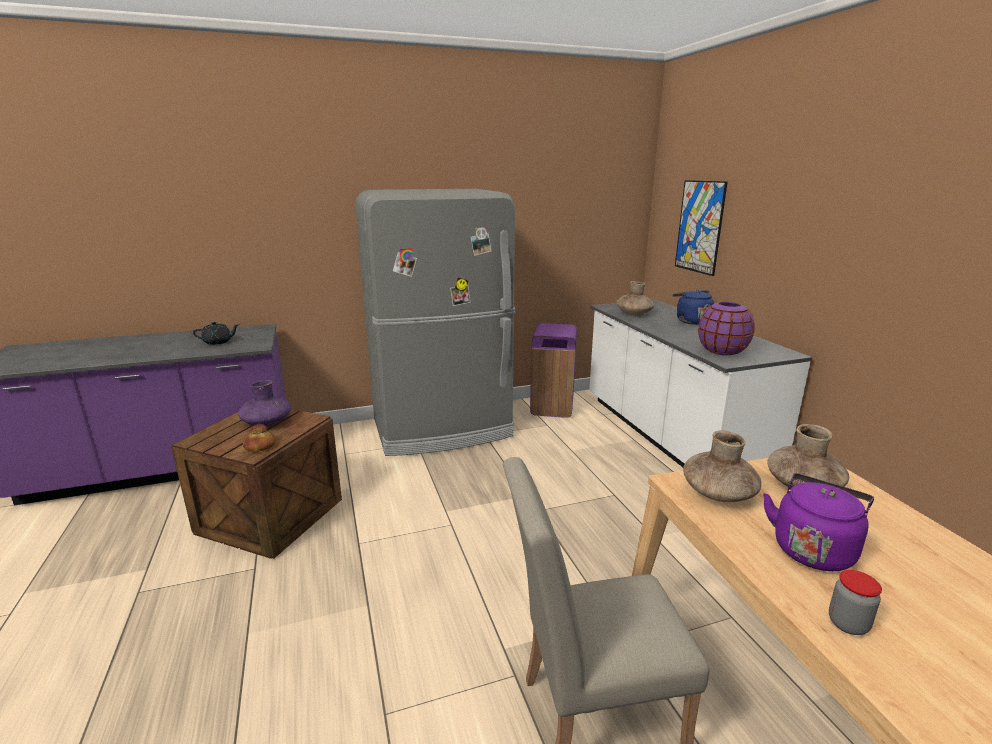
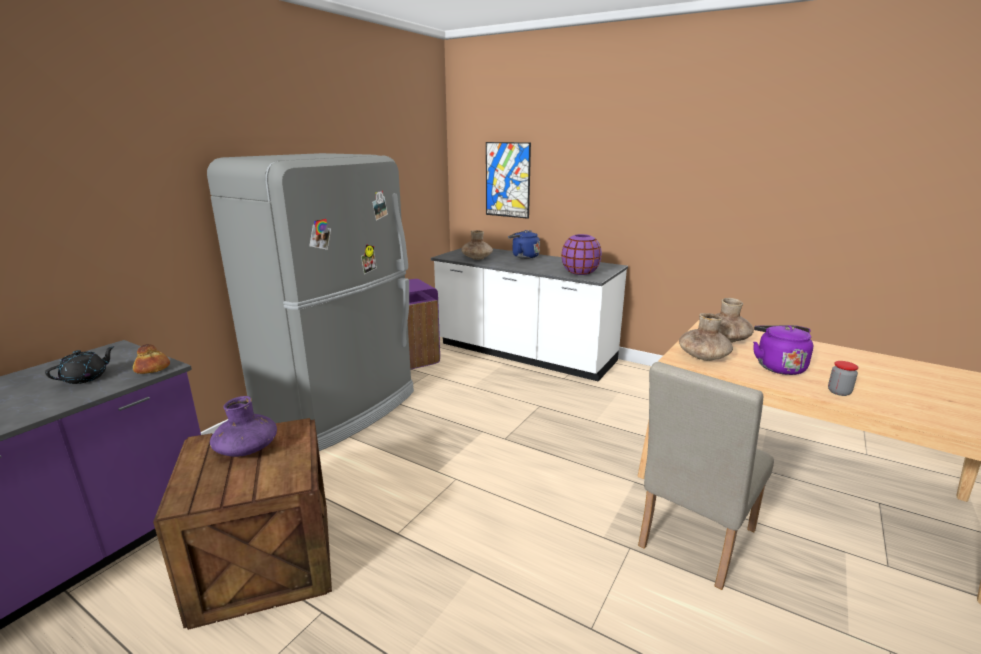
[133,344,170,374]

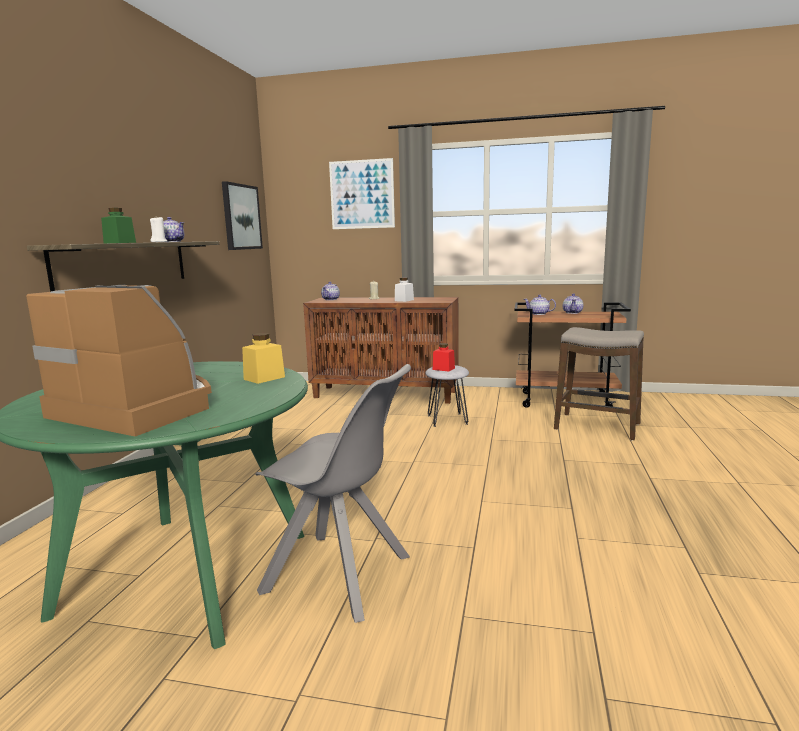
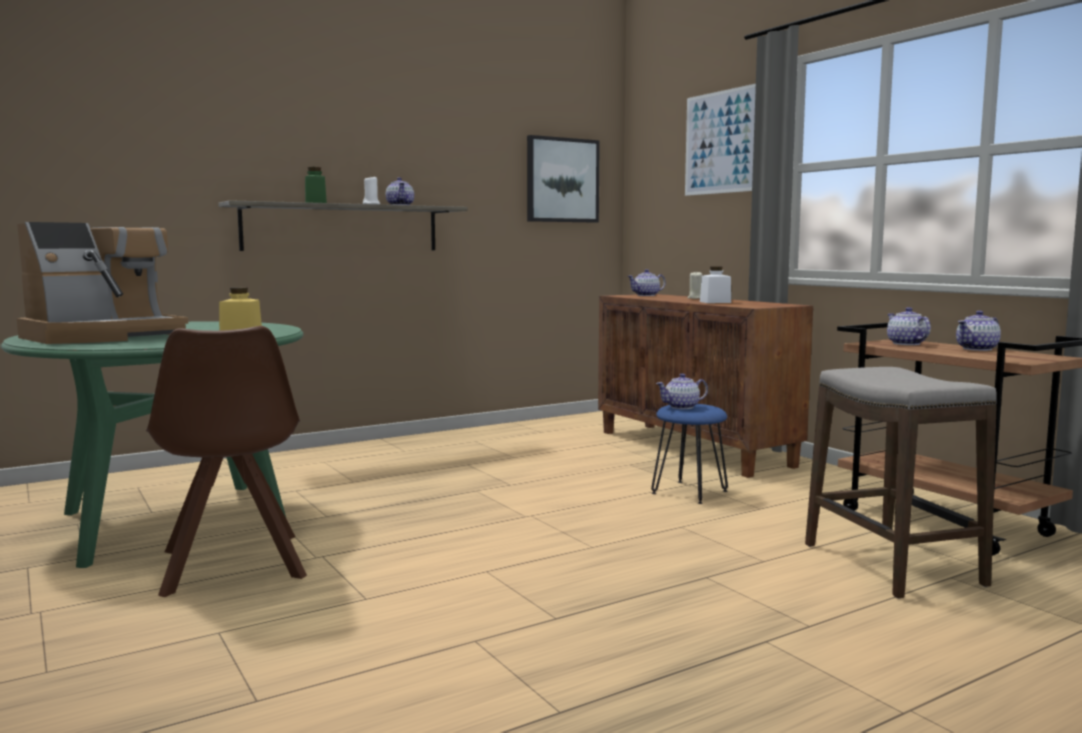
[17,222,188,344]
[656,373,708,409]
[146,326,307,597]
[651,404,728,504]

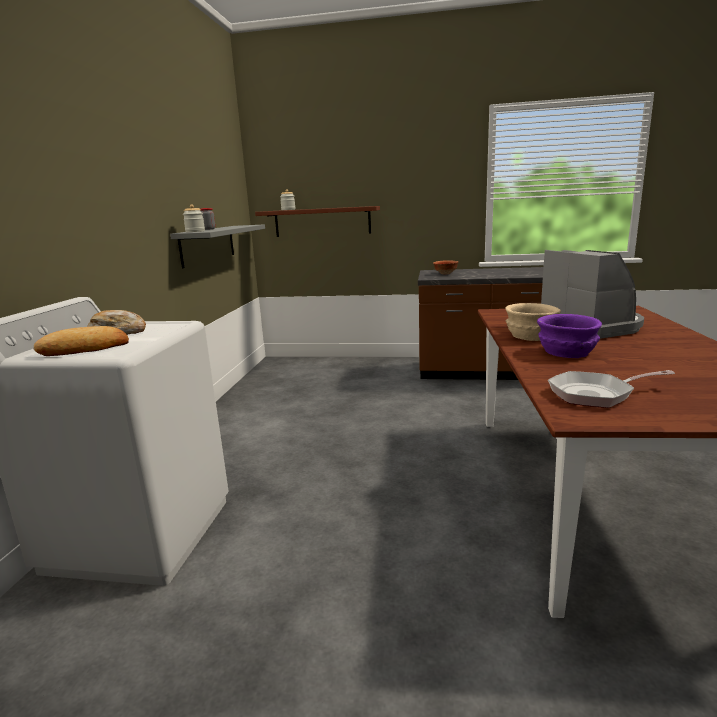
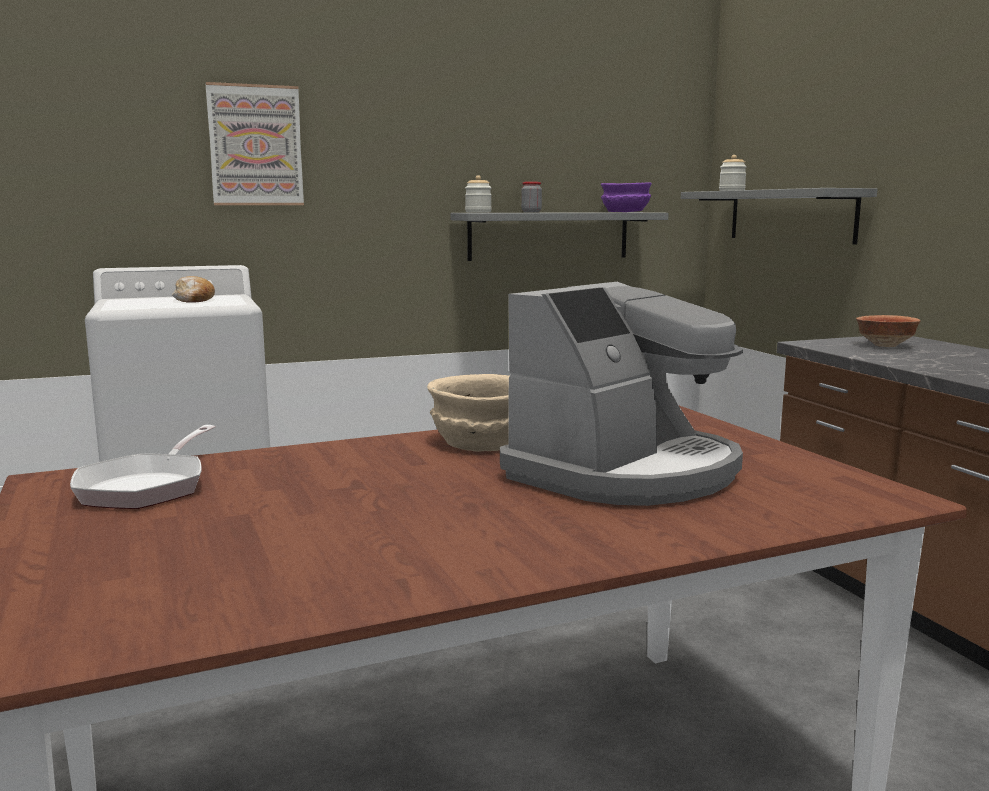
[681,188,877,245]
[601,183,652,212]
[33,326,129,356] (first image)
[70,425,216,509]
[206,82,304,205]

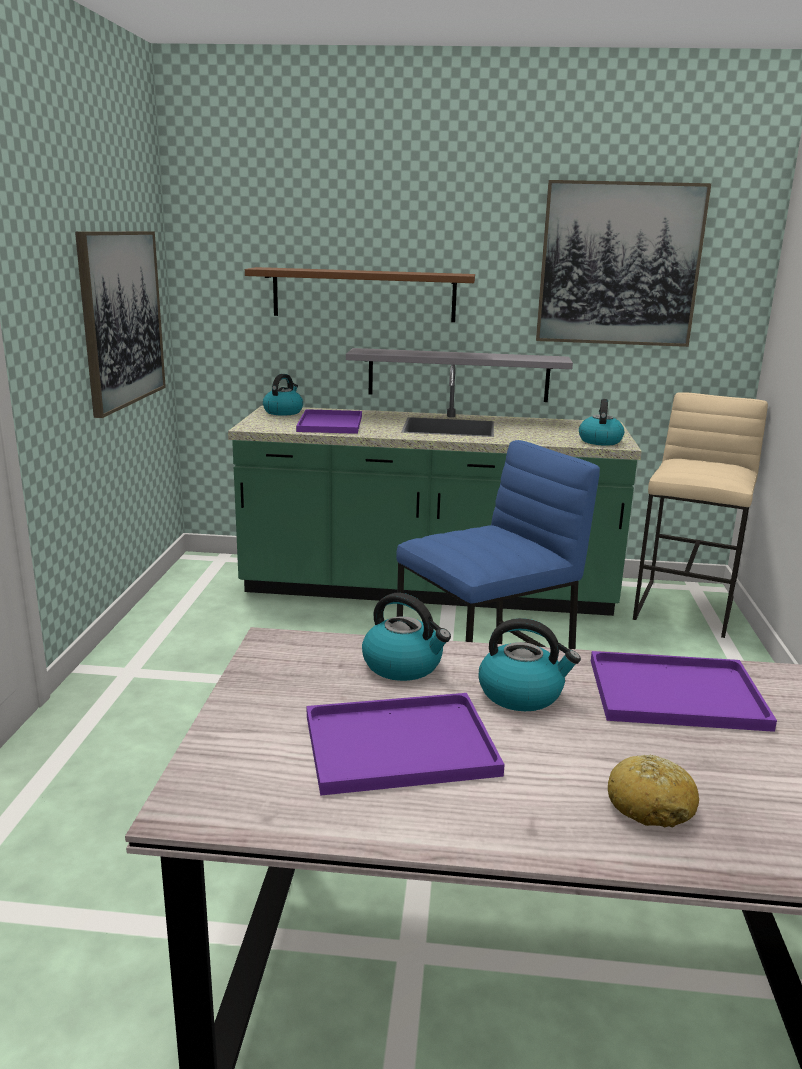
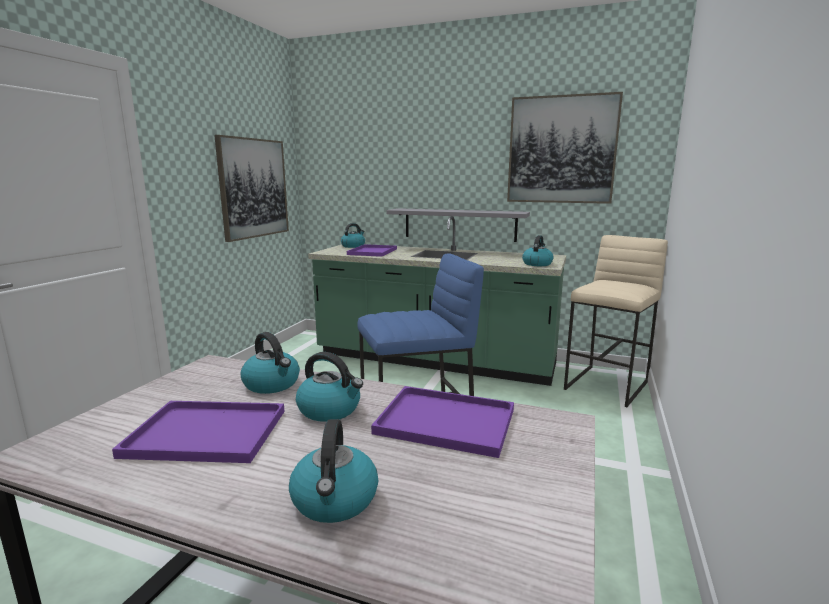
[245,267,475,322] (first image)
[289,419,378,523]

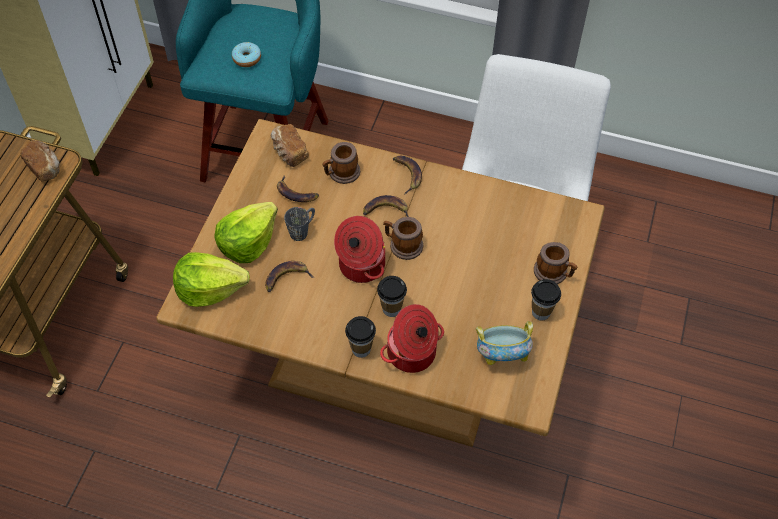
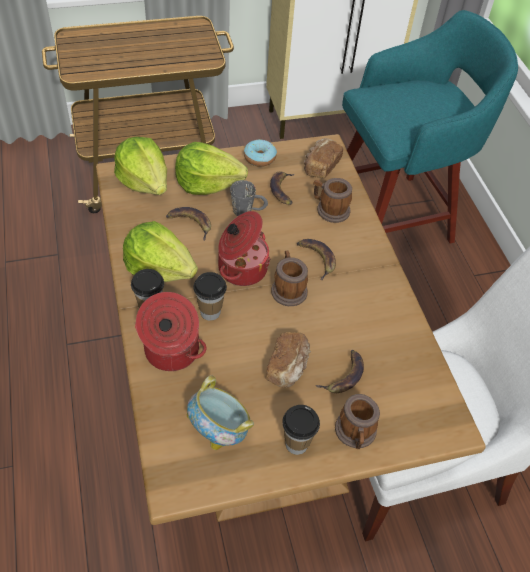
[244,139,277,167]
[266,332,311,388]
[315,350,364,393]
[123,221,198,282]

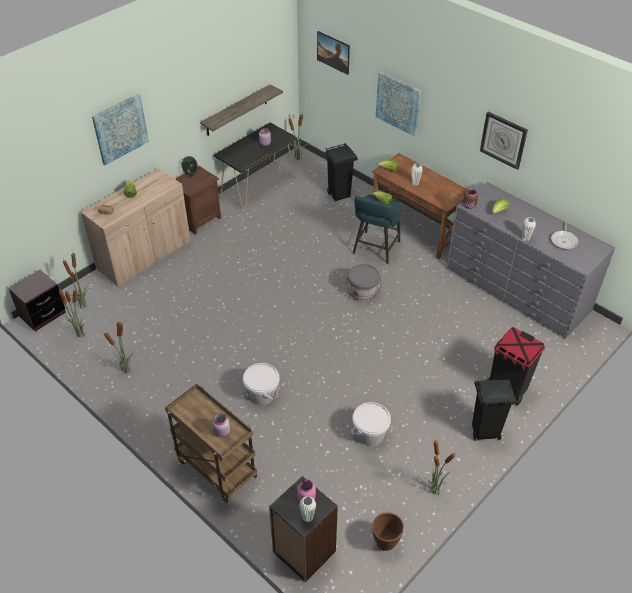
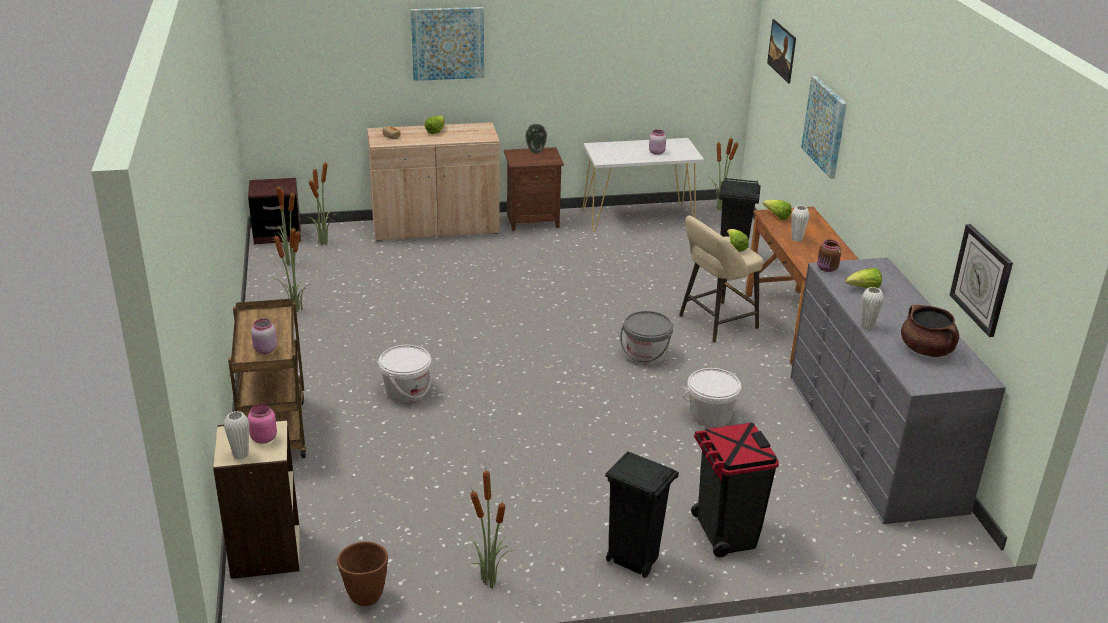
[200,84,283,136] (first image)
[950,224,1013,337]
[582,138,704,231]
[679,216,763,343]
[901,305,959,357]
[683,368,741,428]
[213,419,300,579]

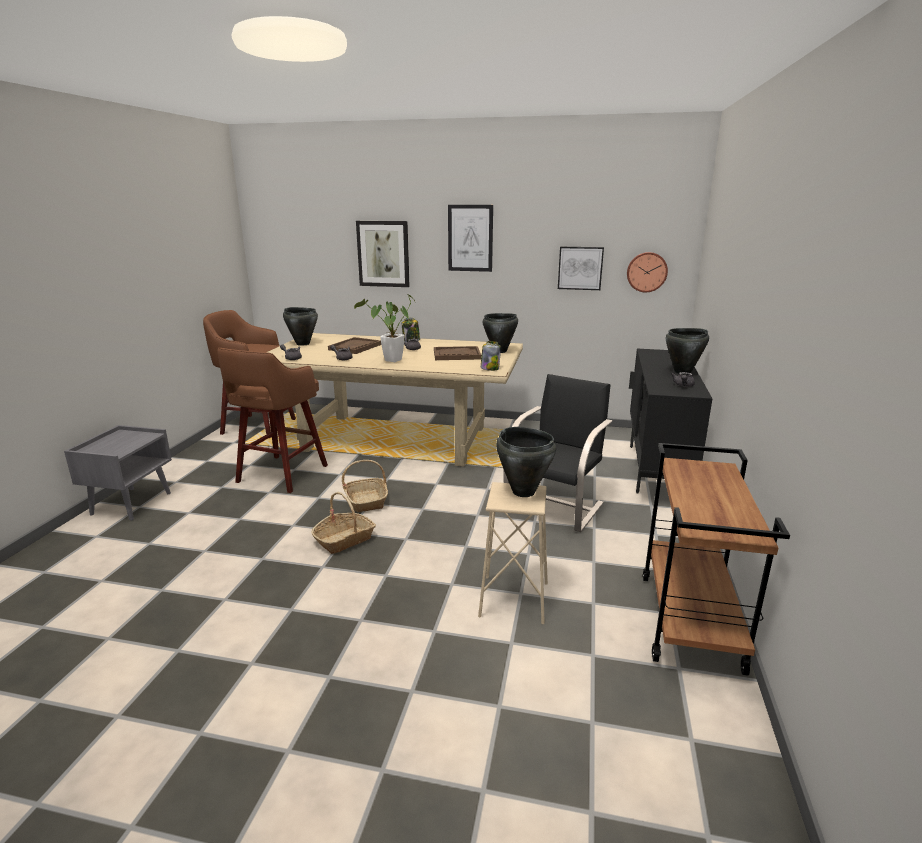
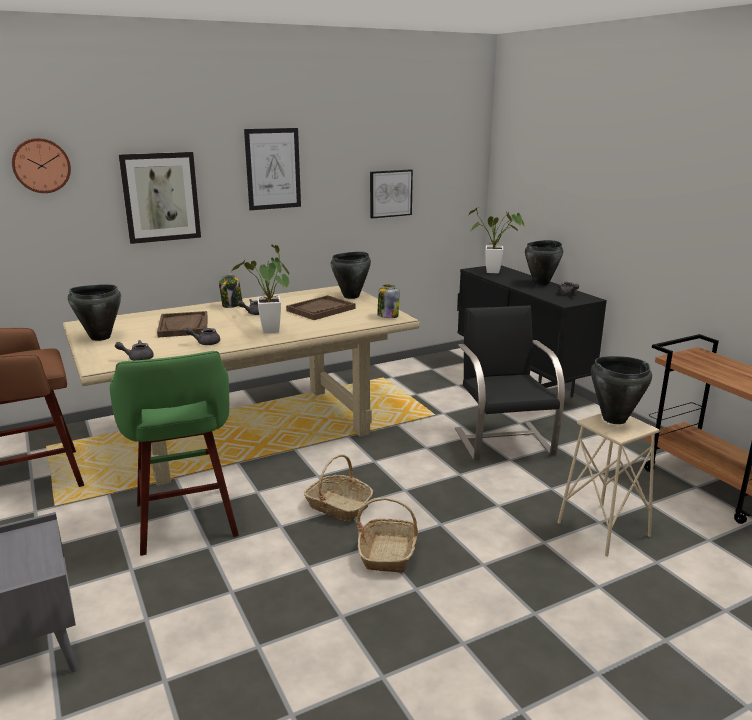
[12,138,71,193]
[110,351,239,556]
[469,207,525,273]

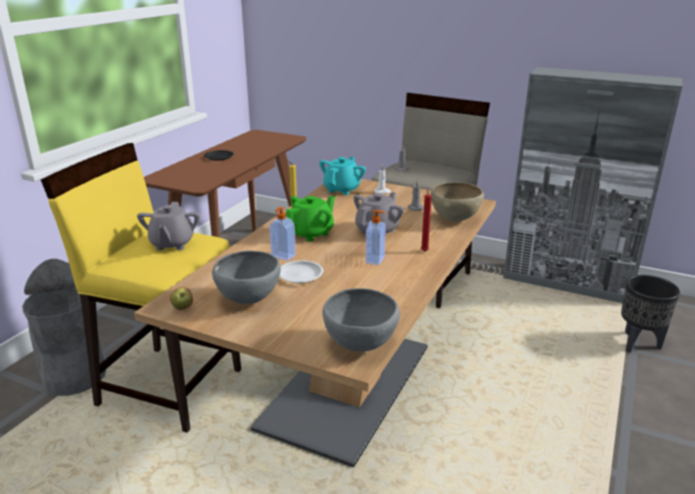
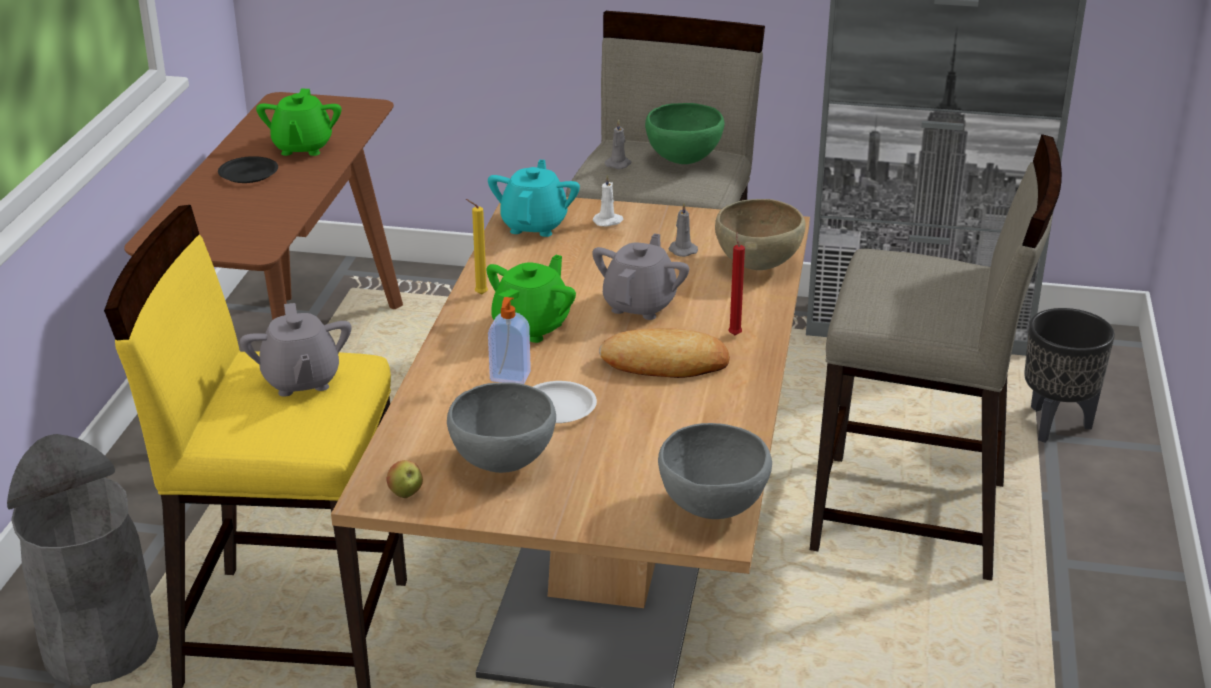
[599,328,730,378]
[256,89,341,156]
[645,103,725,164]
[810,134,1062,581]

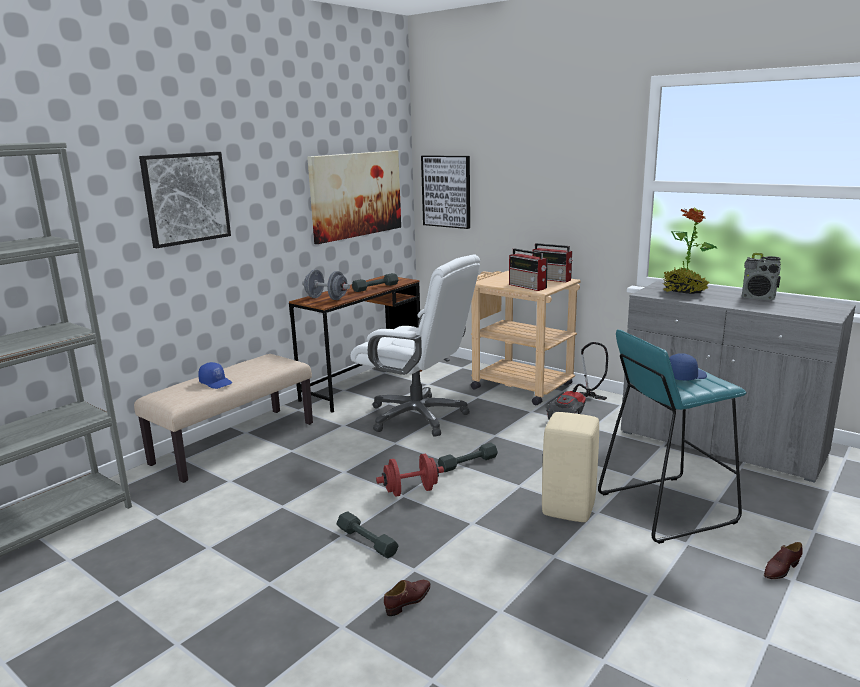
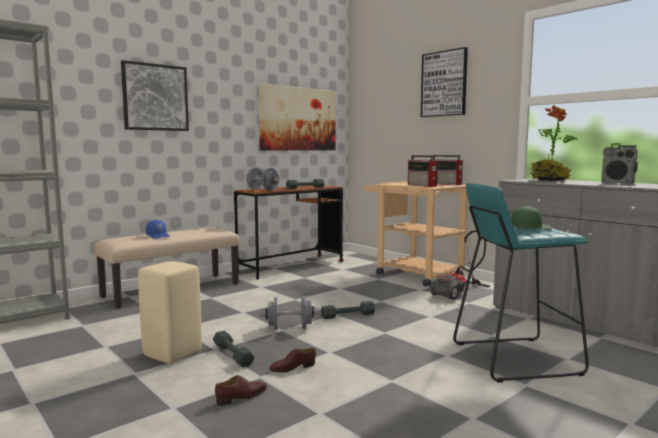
[421,47,468,117]
[351,255,480,437] (first image)
[511,206,552,230]
[138,261,202,363]
[260,296,319,330]
[269,347,316,373]

